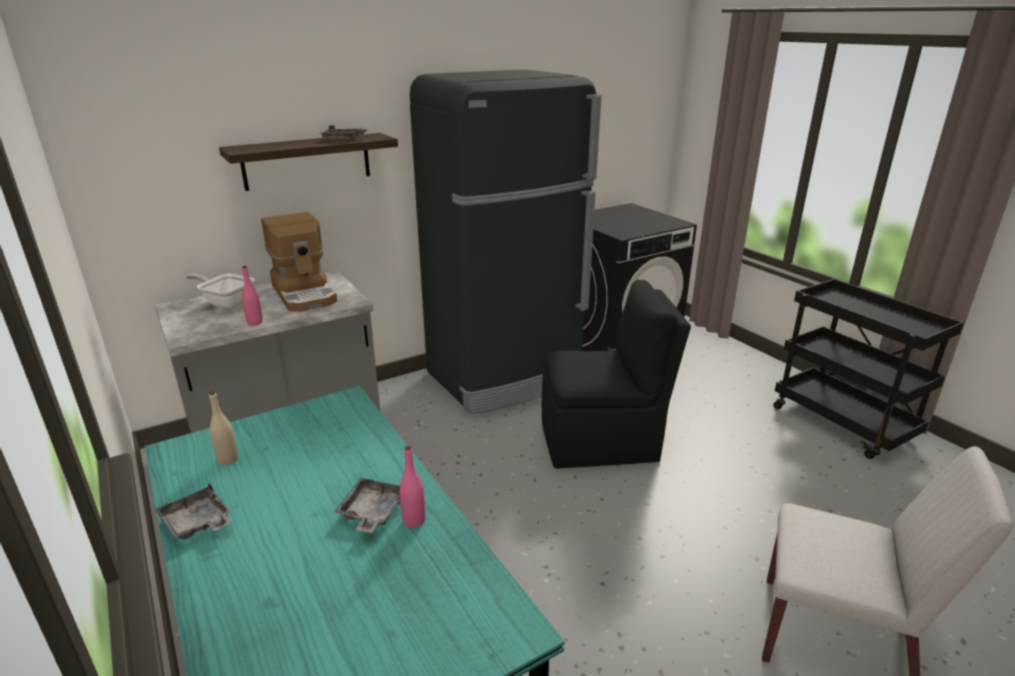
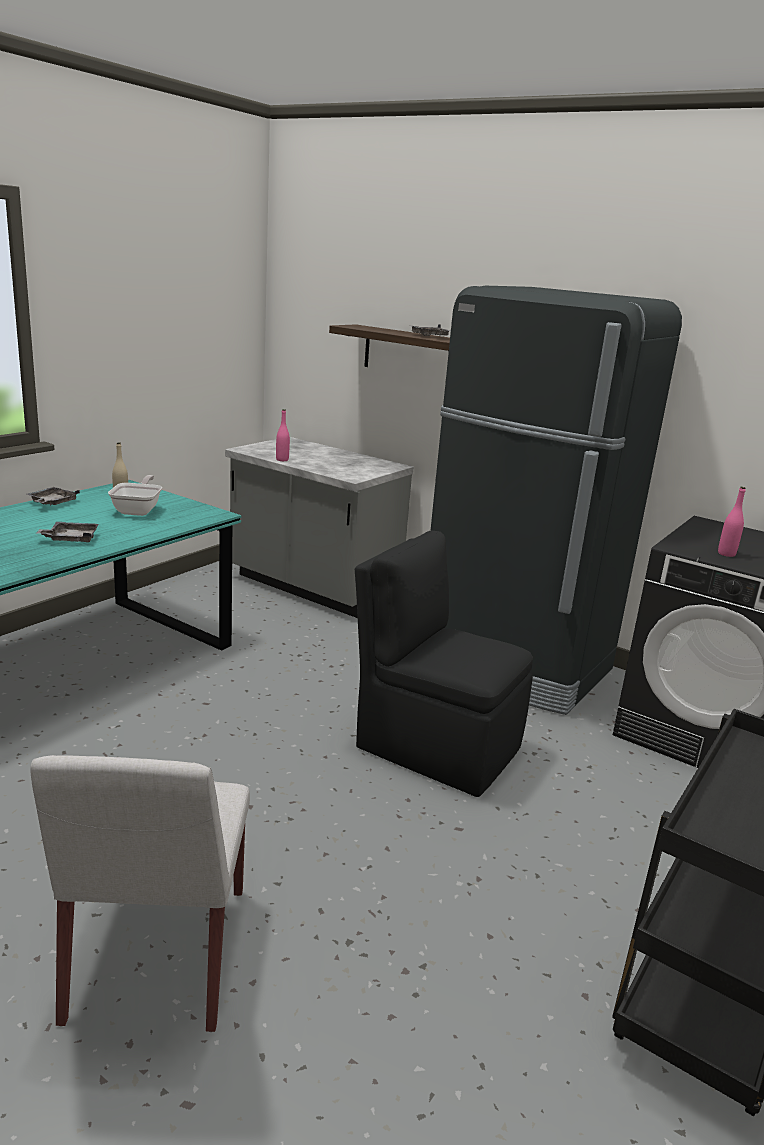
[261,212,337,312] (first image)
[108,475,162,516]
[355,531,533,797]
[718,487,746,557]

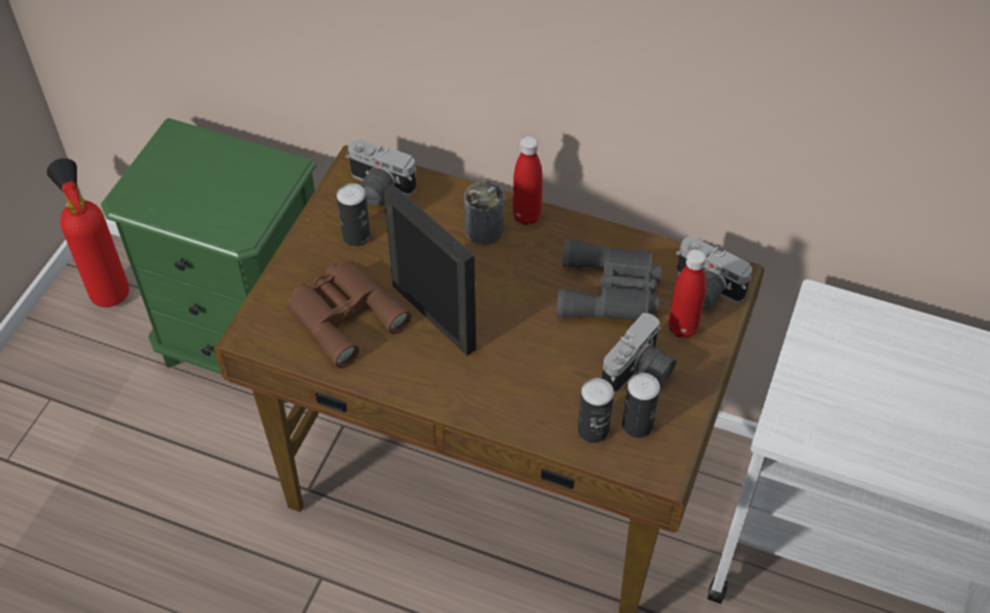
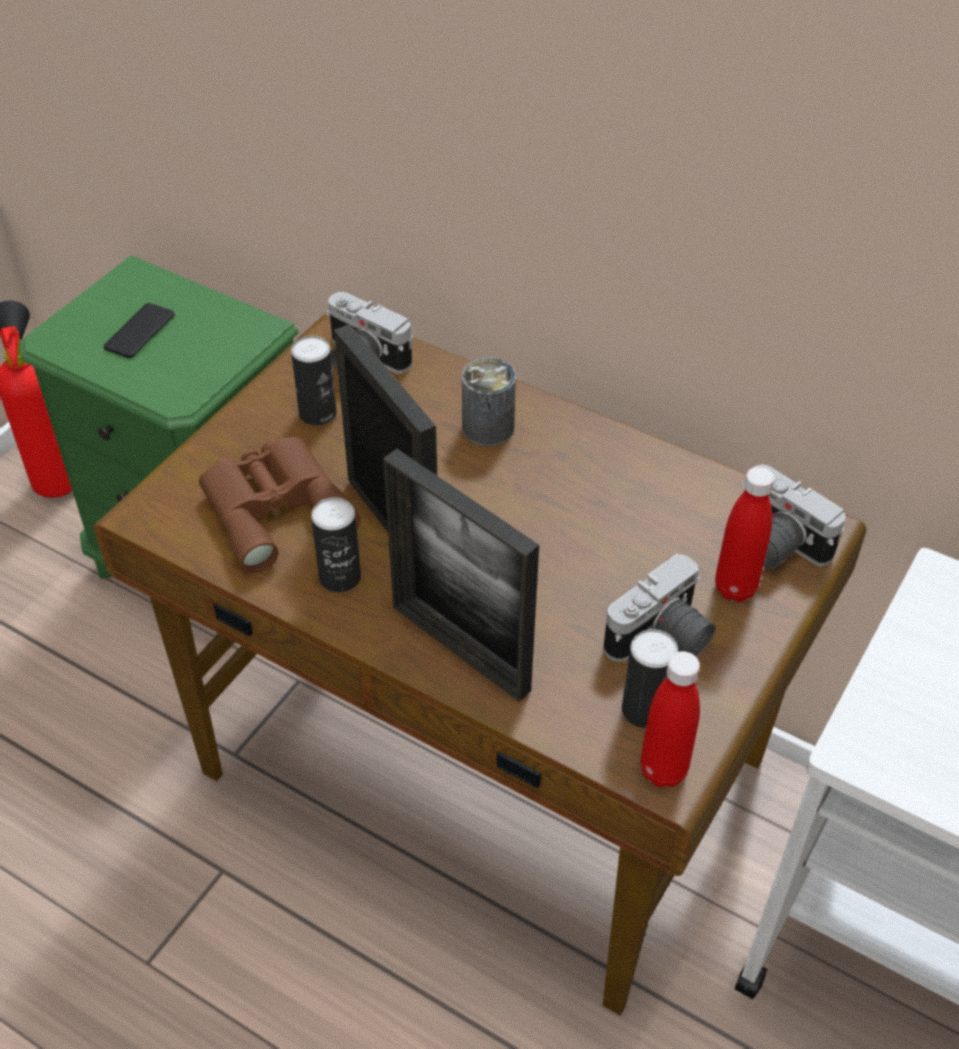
[640,651,700,787]
[556,240,661,321] (first image)
[311,497,361,593]
[104,303,175,358]
[383,449,539,702]

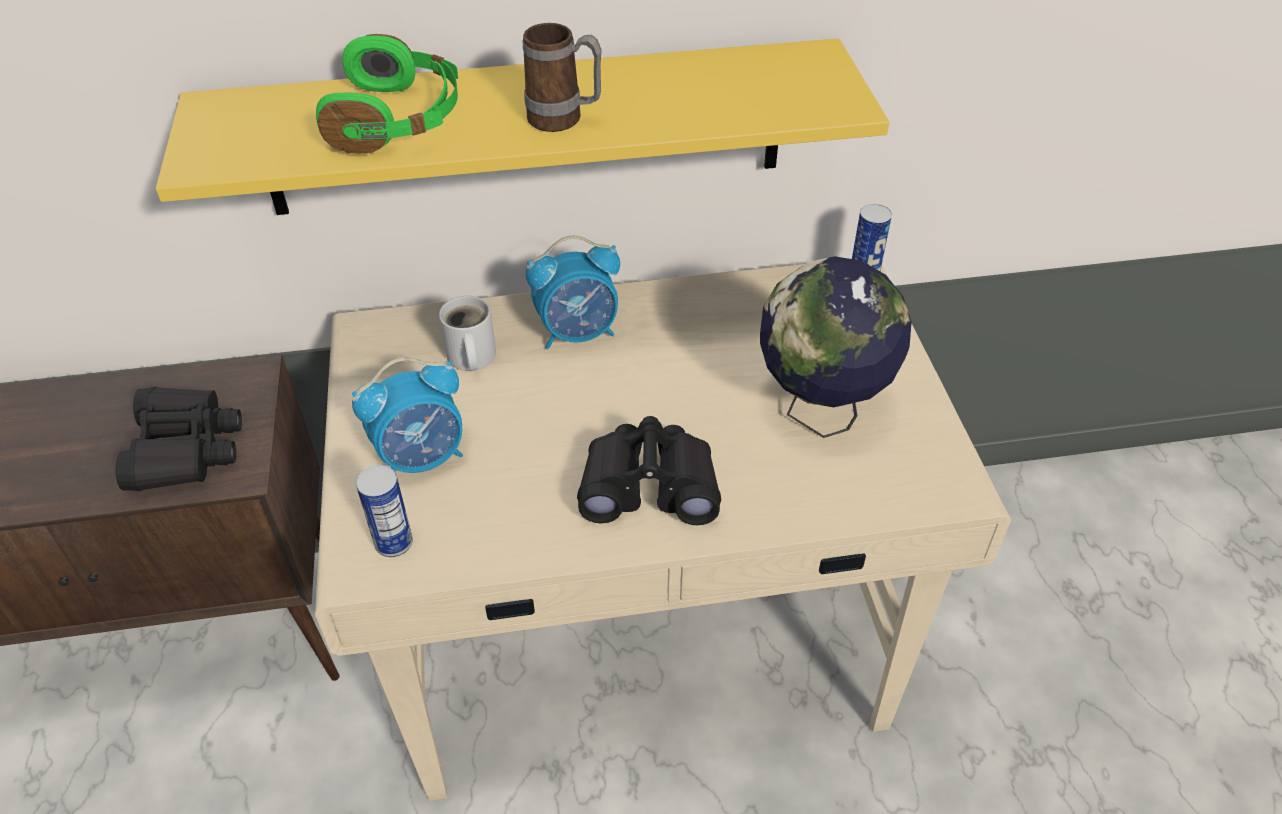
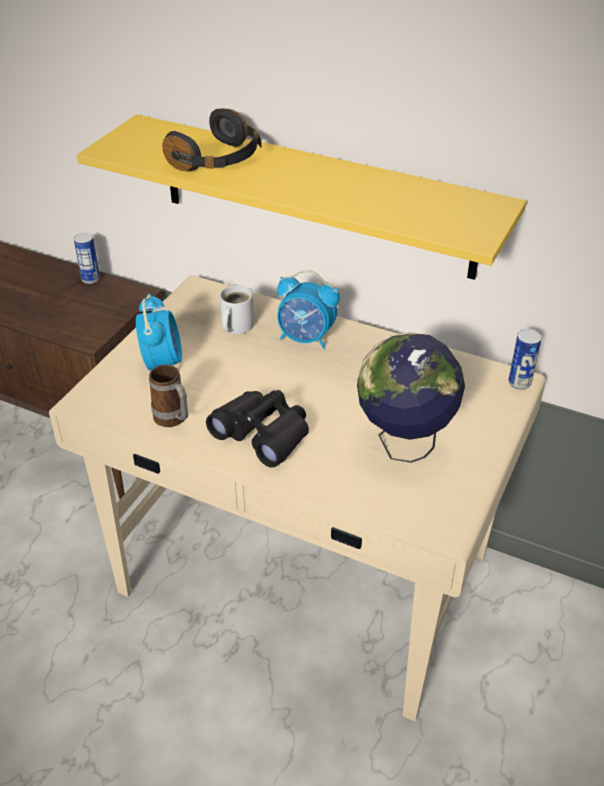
[149,365,188,427]
[162,108,261,171]
[136,294,182,371]
[116,387,242,491] (first image)
[74,233,100,284]

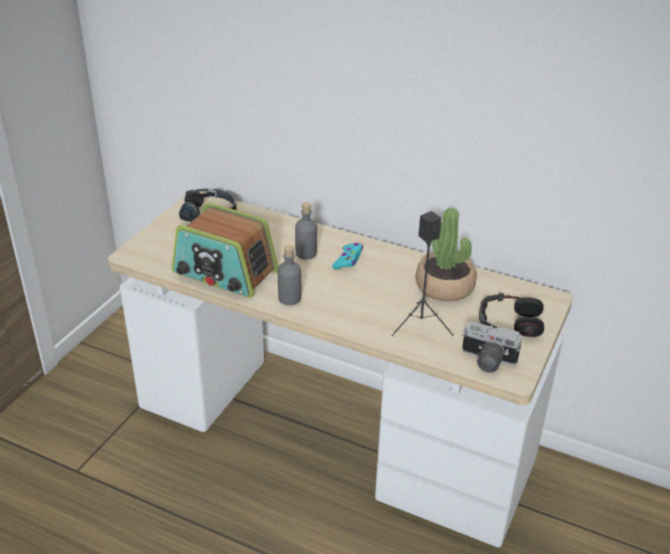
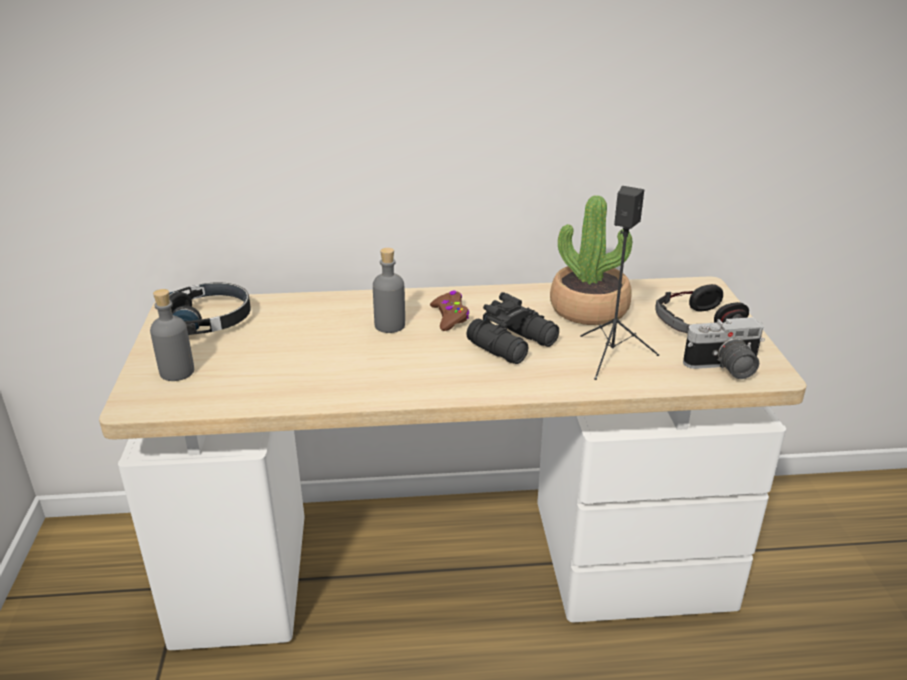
[172,203,278,298] (first image)
[430,290,469,331]
[150,289,194,381]
[467,292,559,364]

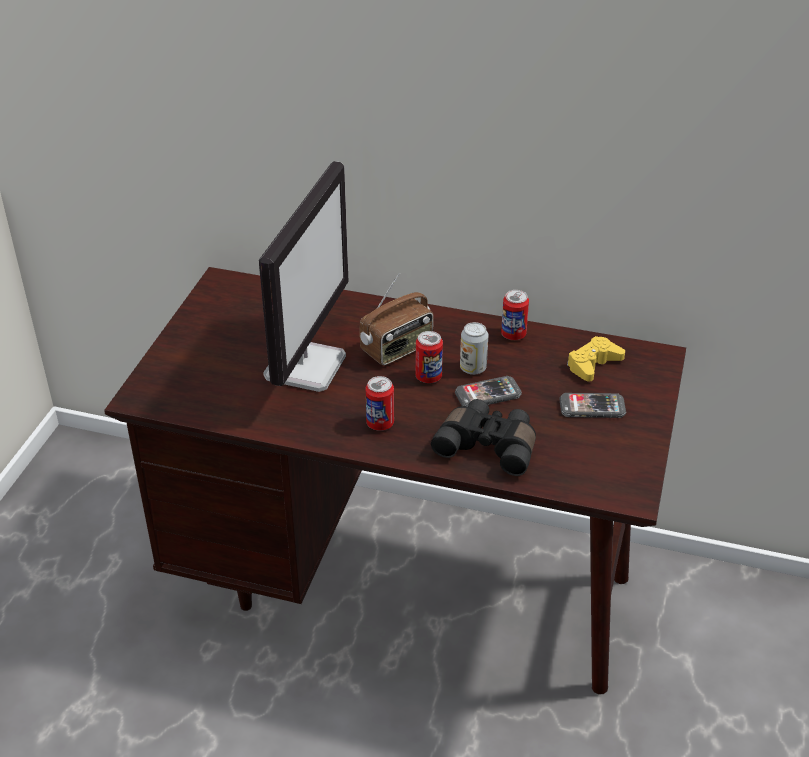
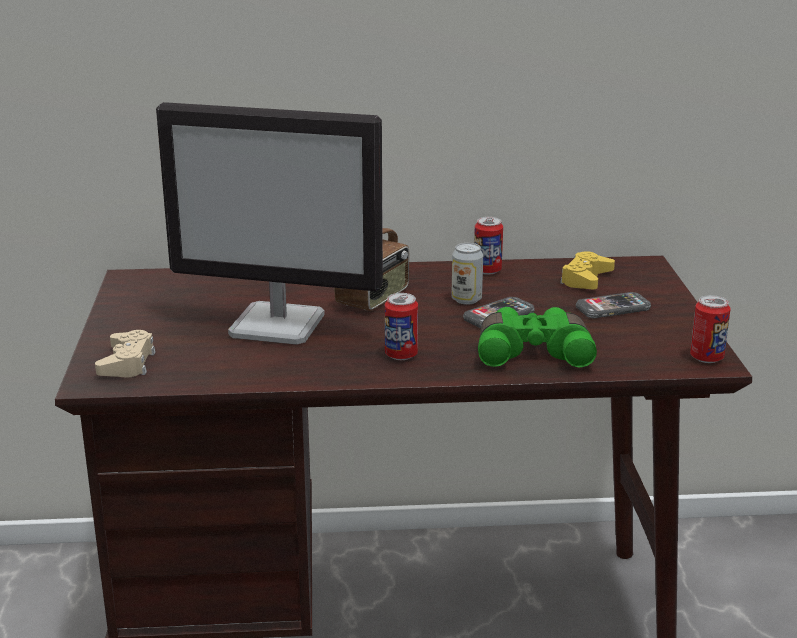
[156,102,383,345]
[690,295,731,363]
[478,307,597,367]
[95,330,156,377]

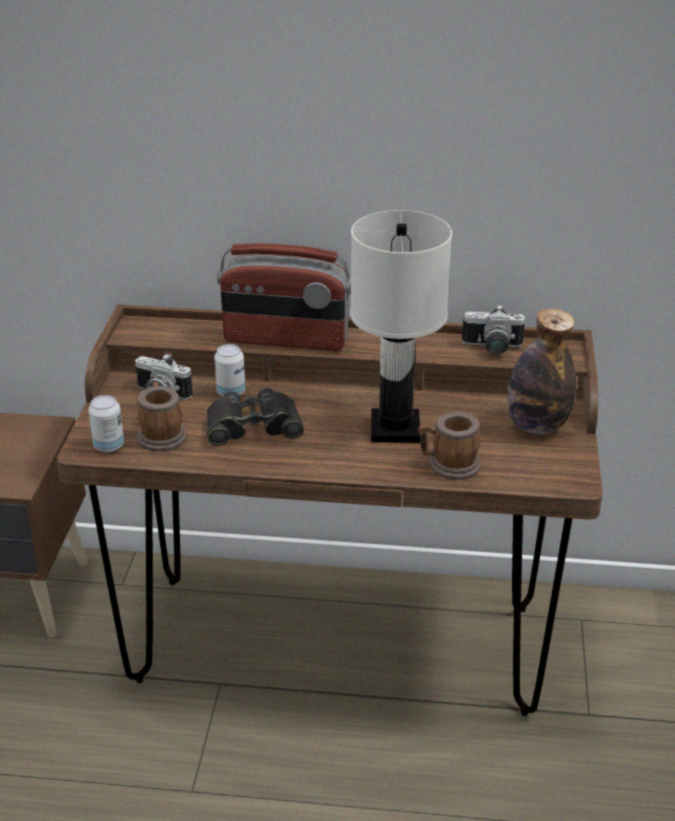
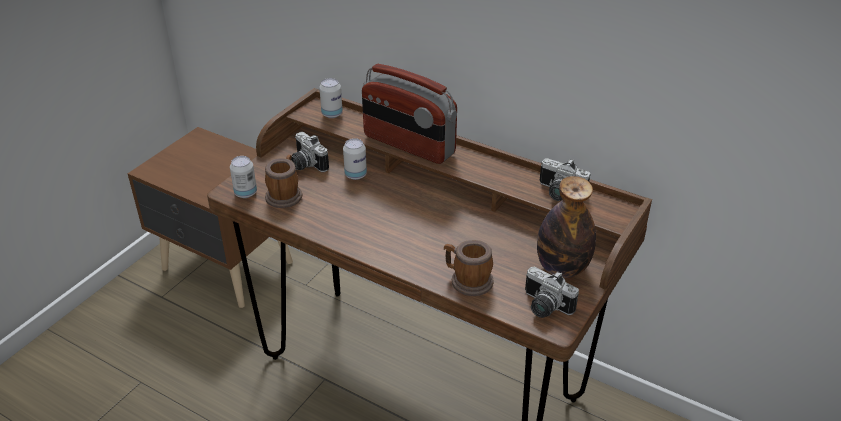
[350,210,452,443] (first image)
[207,388,304,446] (first image)
[319,78,343,118]
[525,267,579,318]

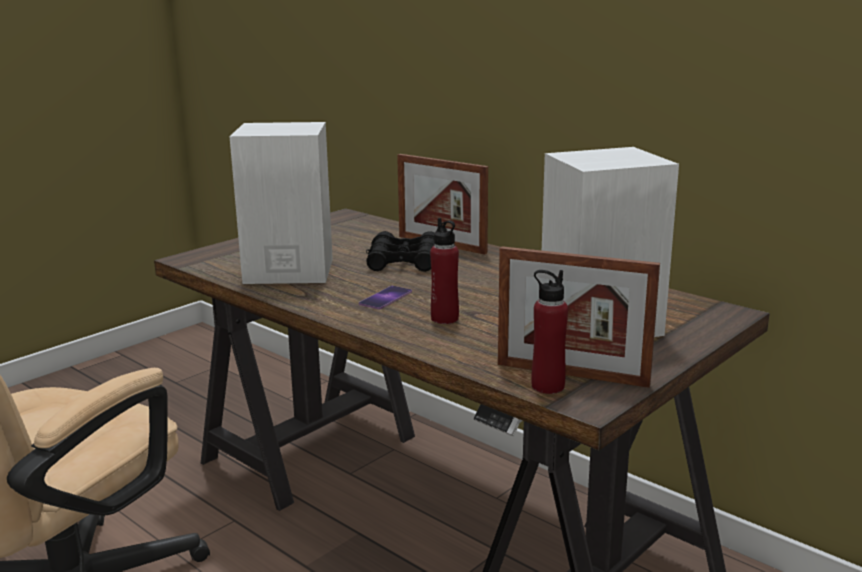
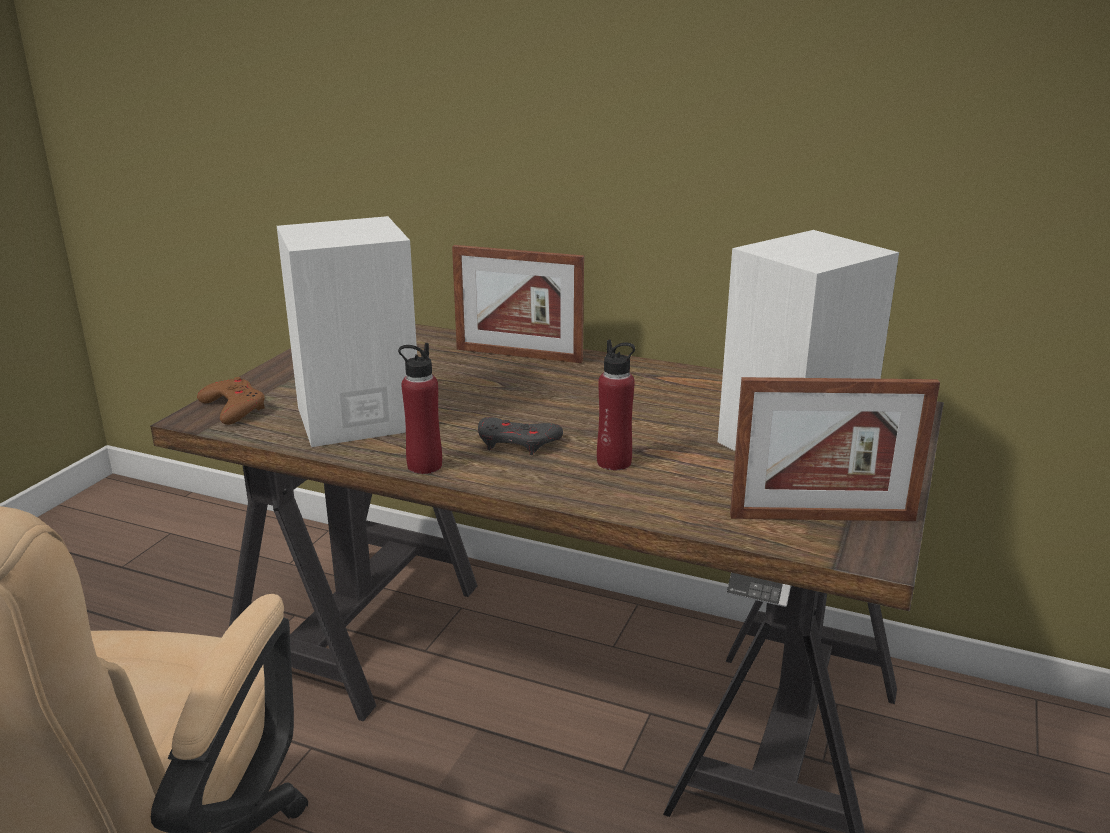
[366,231,435,272] (first image)
[398,343,442,474]
[478,417,563,455]
[197,377,265,425]

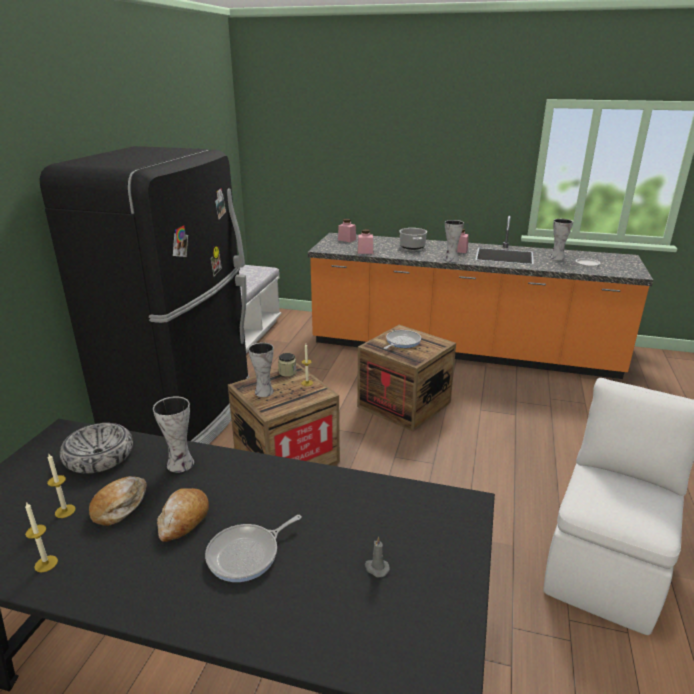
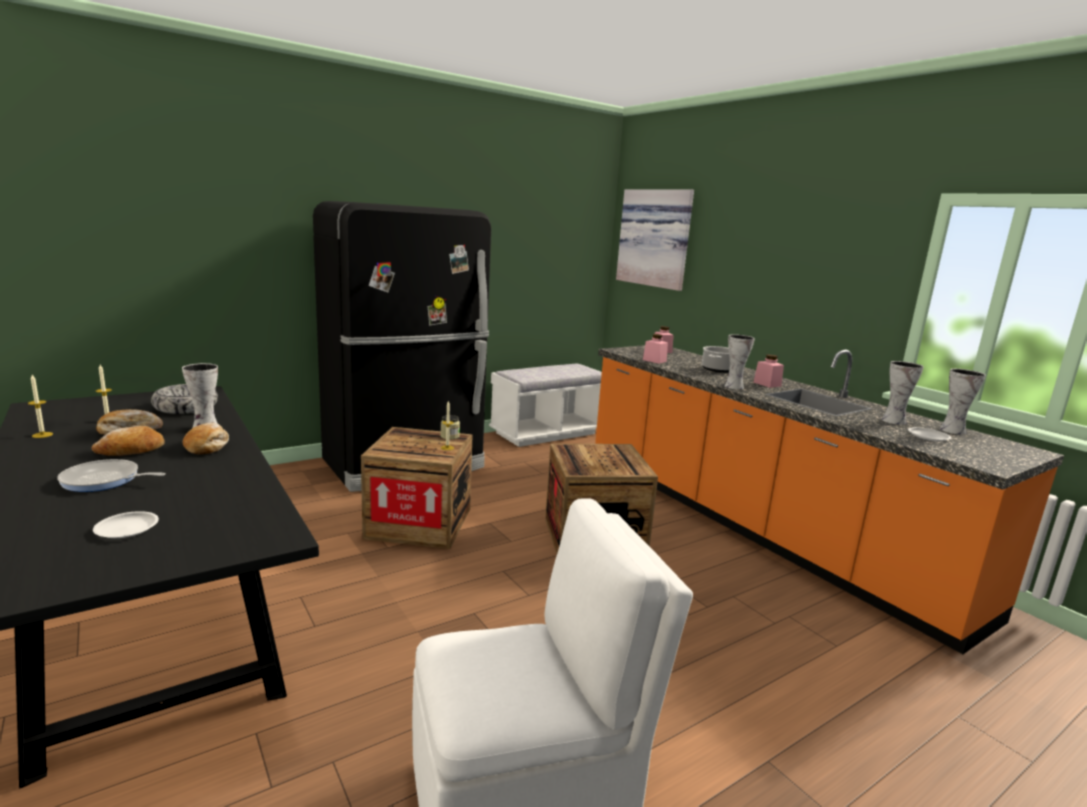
[384,330,421,349] (first image)
[939,369,986,435]
[93,511,159,538]
[616,189,694,291]
[183,423,229,455]

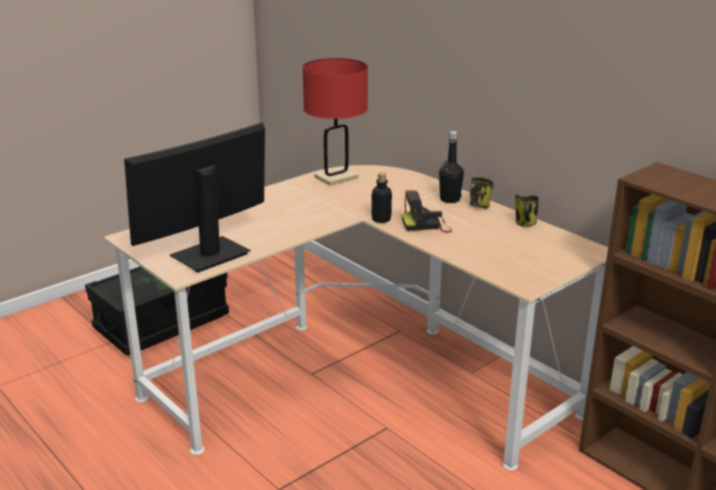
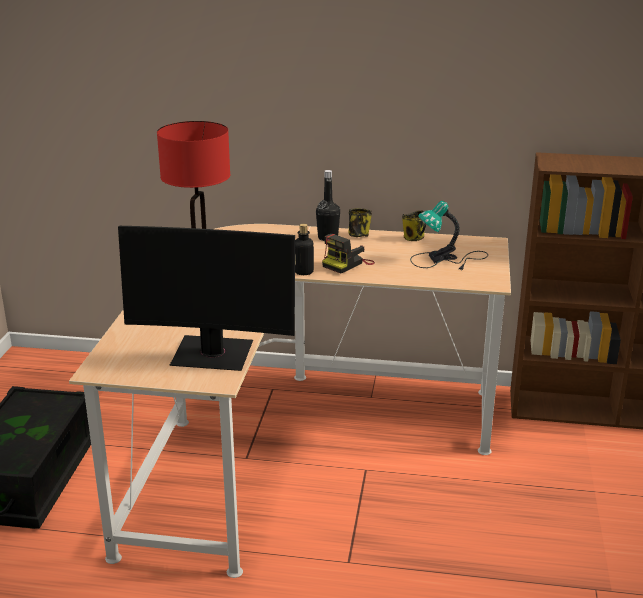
[118,226,295,371]
[410,201,488,270]

